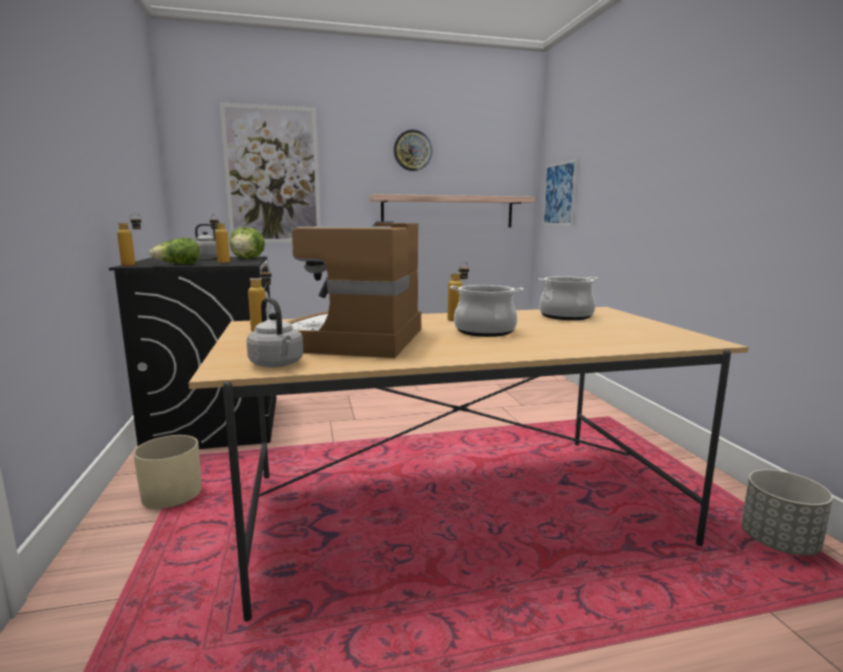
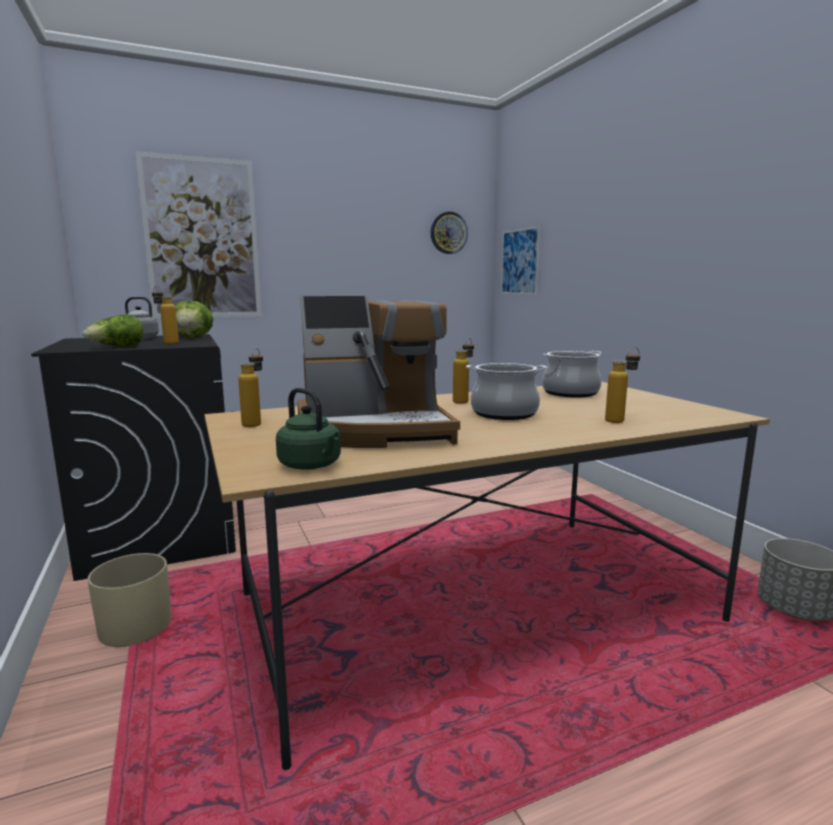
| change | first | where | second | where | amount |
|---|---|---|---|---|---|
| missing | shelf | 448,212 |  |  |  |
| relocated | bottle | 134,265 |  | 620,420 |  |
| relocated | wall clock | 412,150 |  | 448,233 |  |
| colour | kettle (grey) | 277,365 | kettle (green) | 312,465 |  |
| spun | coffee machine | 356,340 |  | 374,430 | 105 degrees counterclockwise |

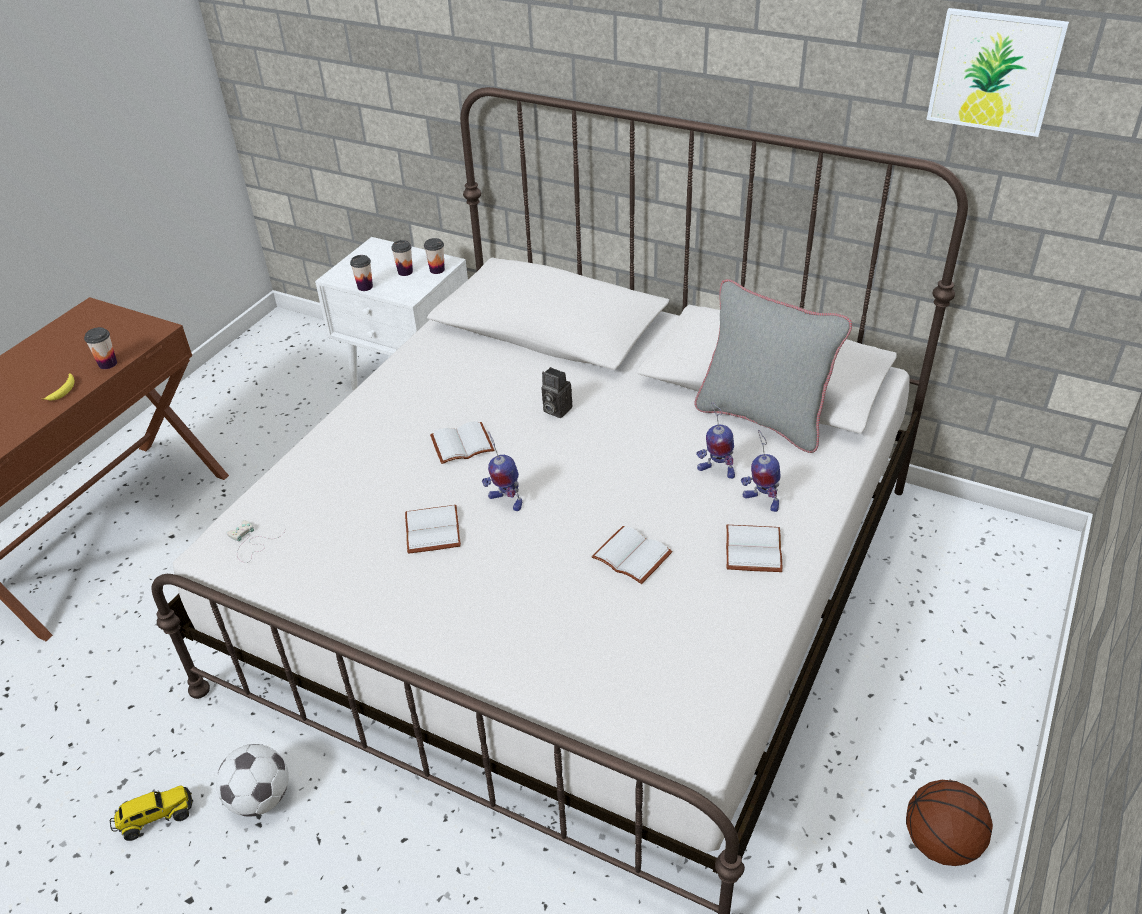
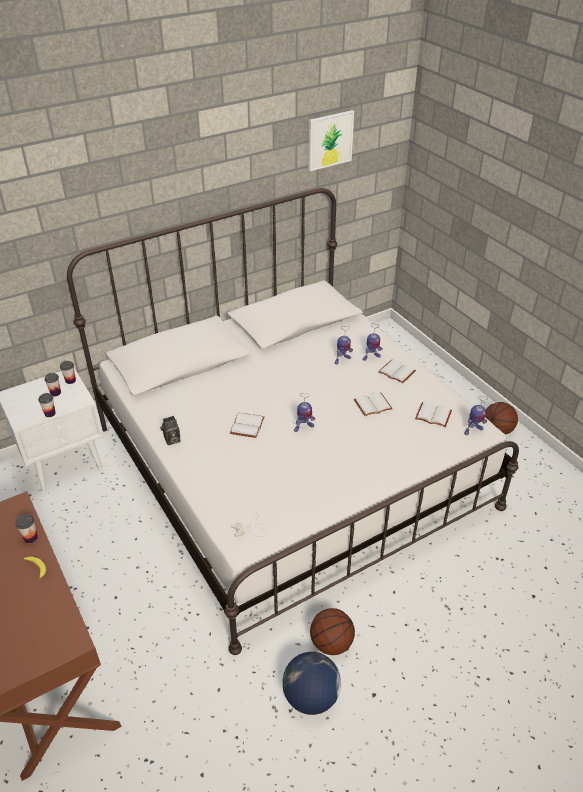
| change | first | where | second | where | amount |
|---|---|---|---|---|---|
| missing | pillow (grey) | 763,418 |  |  |  |
| appeared |  |  | toy robot | 473,430 |  |
| relocated | book (white) | 430,530 |  | 432,416 |  |
| relocated | photo camera | 555,410 |  | 171,440 |  |
| exchanged | toy truck | 156,818 | globe | 311,697 |  |
| exchanged | football | 260,798 | basketball | 331,643 |  |

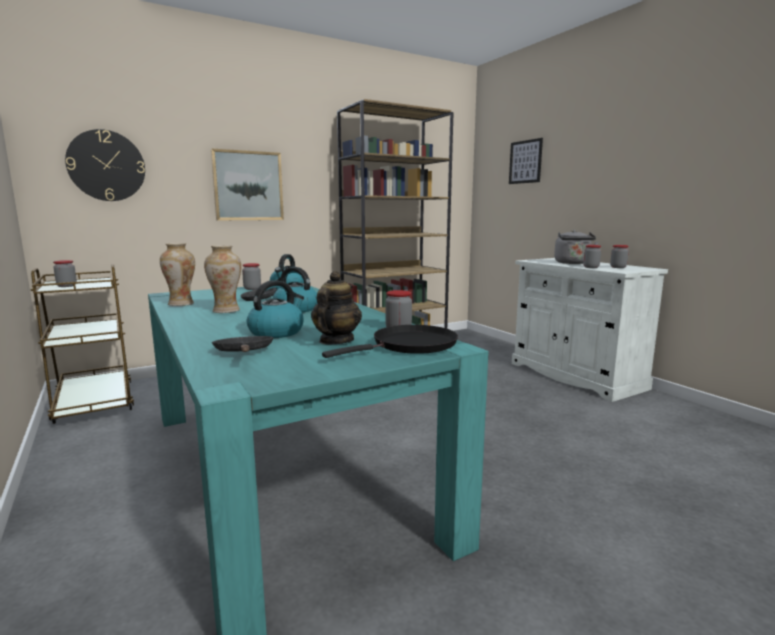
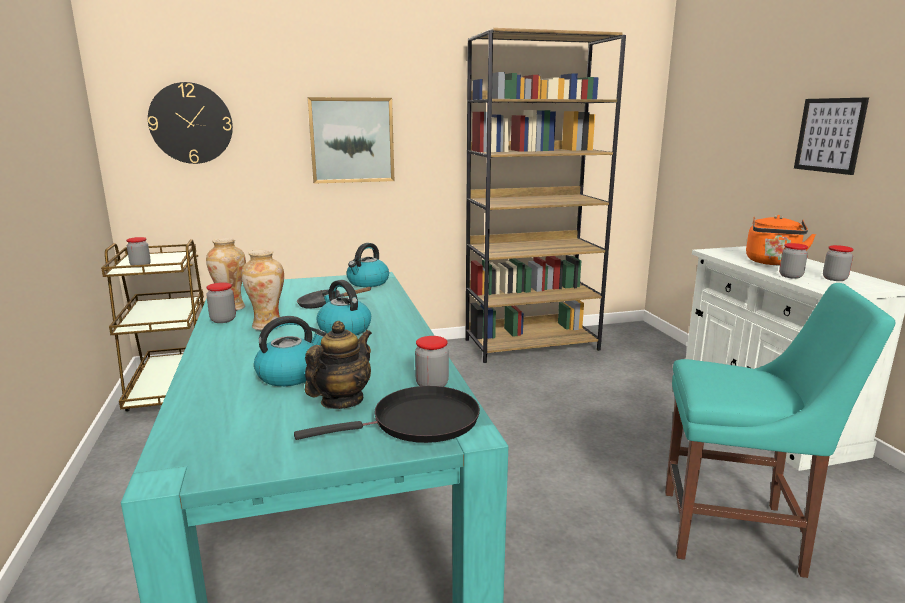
| change | first | where | second | where | amount |
|---|---|---|---|---|---|
| missing | frying pan (black) | 244,353 |  |  |  |
| appeared |  |  | chair (turquoise) | 738,532 |  |
| relocated | jar | 252,289 |  | 223,320 |  |
| relocated | picture | 525,162 |  | 829,135 |  |
| colour | kettle (grey) | 572,263 | kettle (orange) | 772,262 |  |

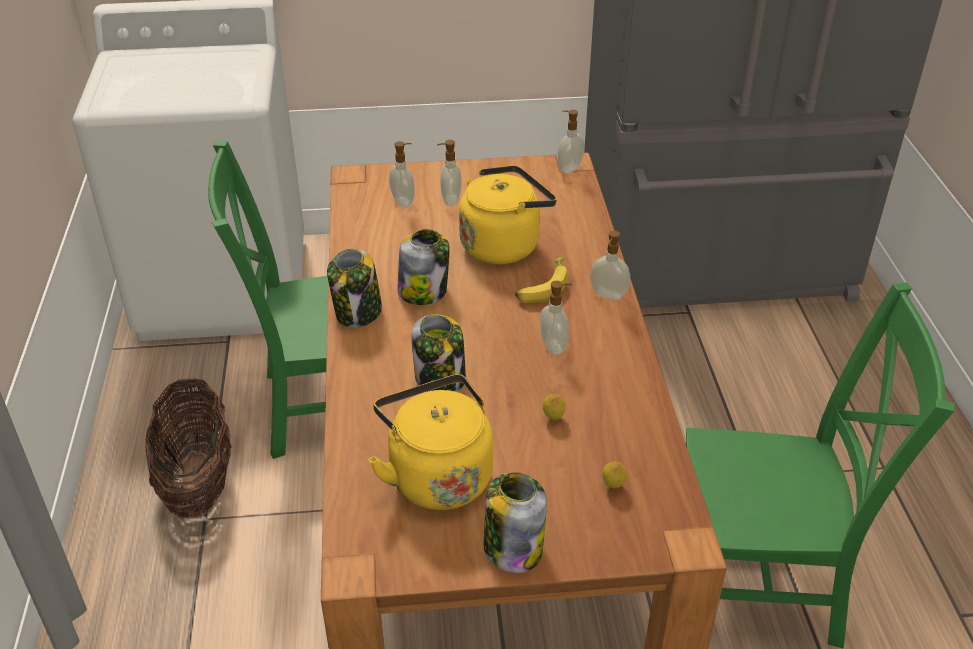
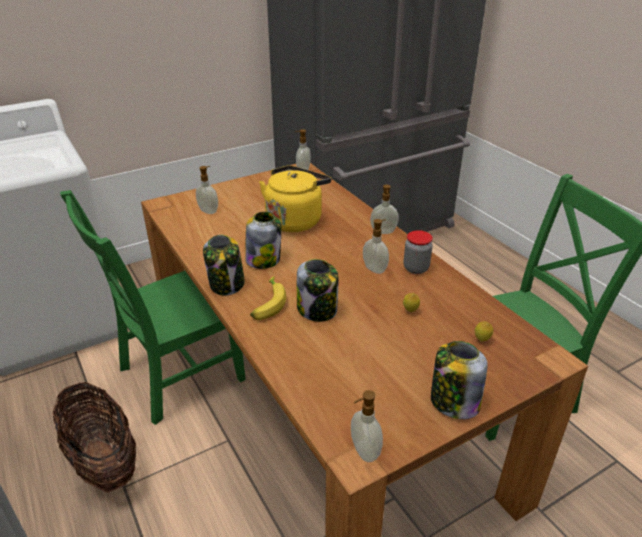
| change | first | where | second | where | amount |
|---|---|---|---|---|---|
| missing | kettle (yellow) | 437,475 |  |  |  |
| appeared |  |  | jar | 416,268 |  |
| relocated | soap dispenser | 450,200 |  | 364,451 |  |
| relocated | banana | 542,287 |  | 267,304 |  |

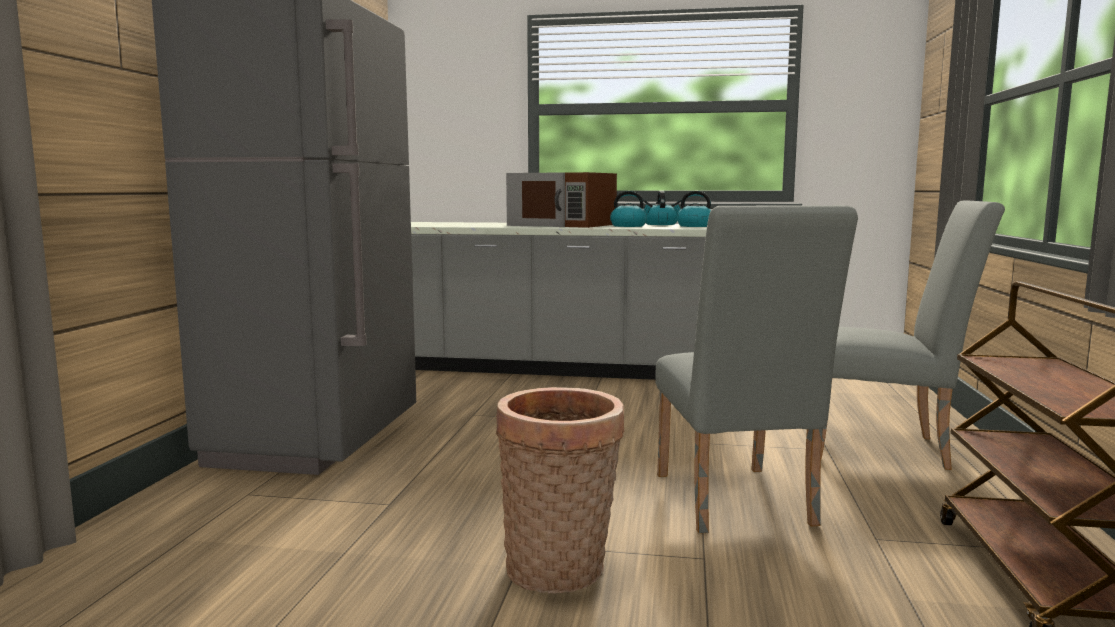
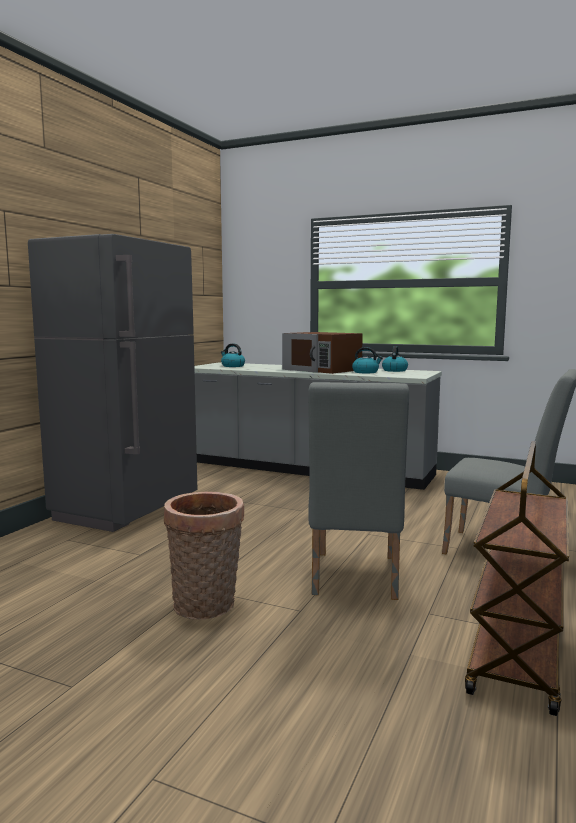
| change | first | where | second | where | amount |
|---|---|---|---|---|---|
| relocated | kettle | 694,226 |  | 232,366 |  |

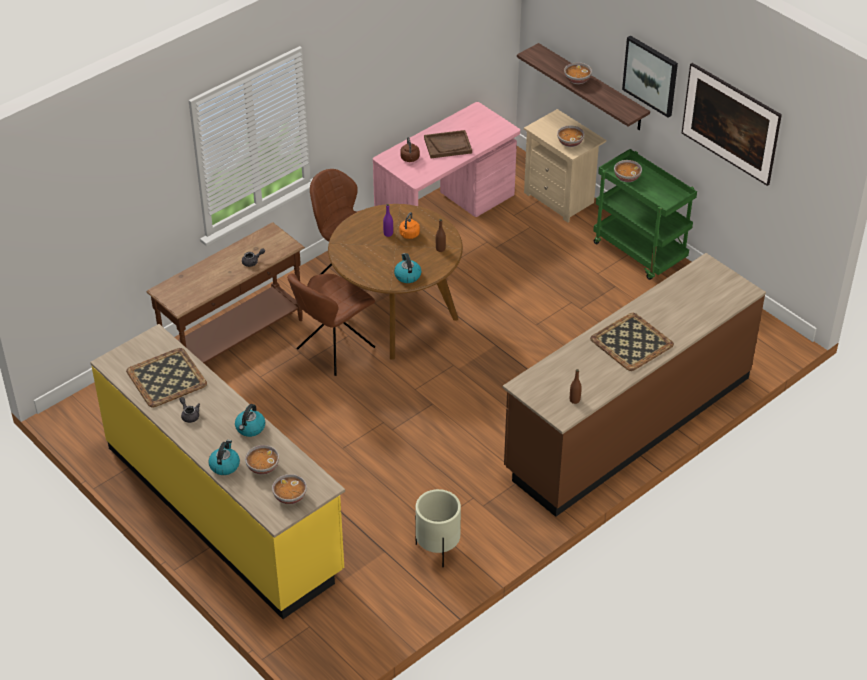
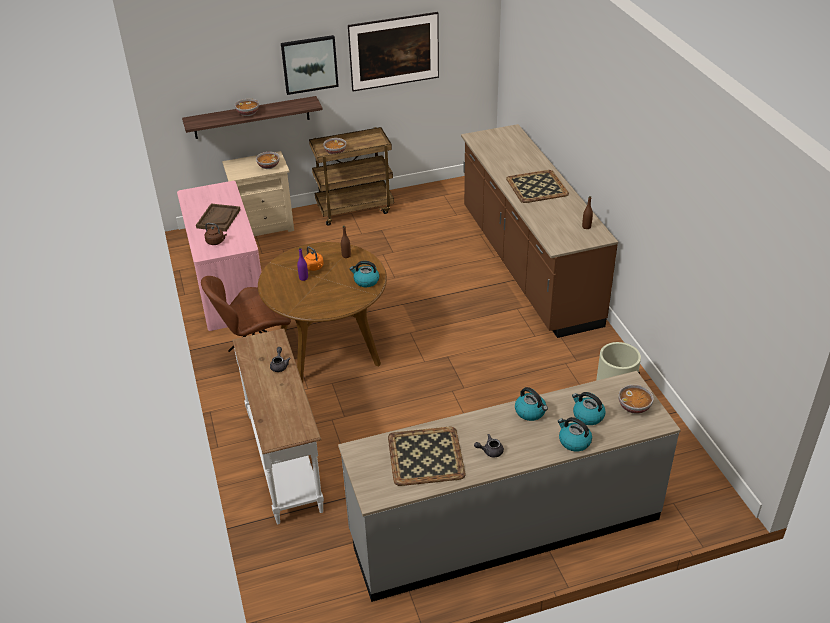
| change | first | where | second | where | amount |
|---|---|---|---|---|---|
| missing | chair (brown) | 333,350 |  |  |  |
| exchanged | bowl | 262,467 | kettle | 587,416 |  |
| colour | counter (yellow) | 224,509 | counter (grey) | 504,526 |  |
| colour | console table (brown) | 235,342 | console table (white) | 285,461 |  |
| colour | cart (green) | 640,252 | cart (brown) | 355,209 |  |

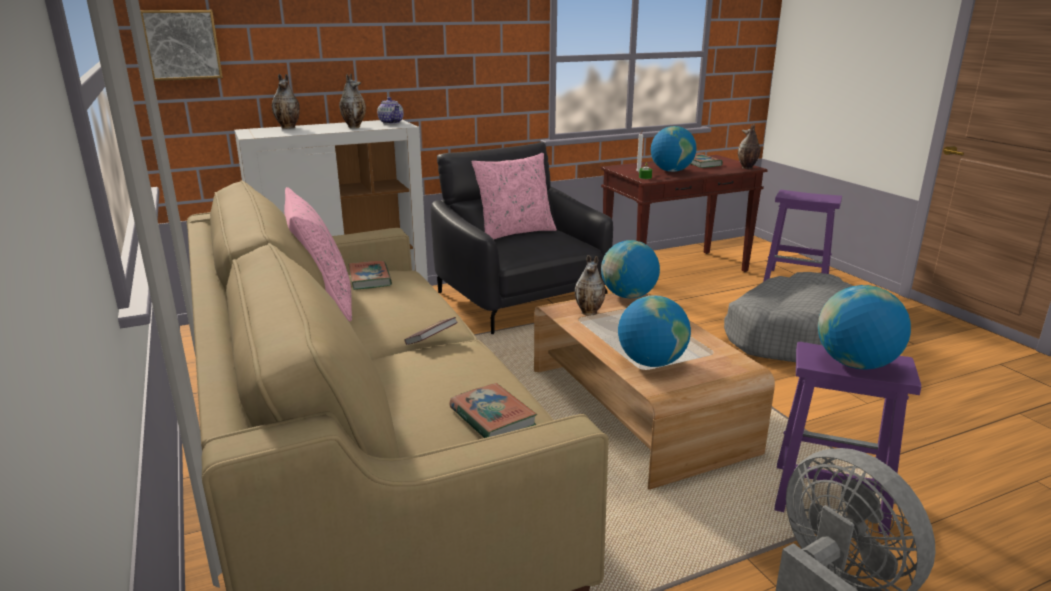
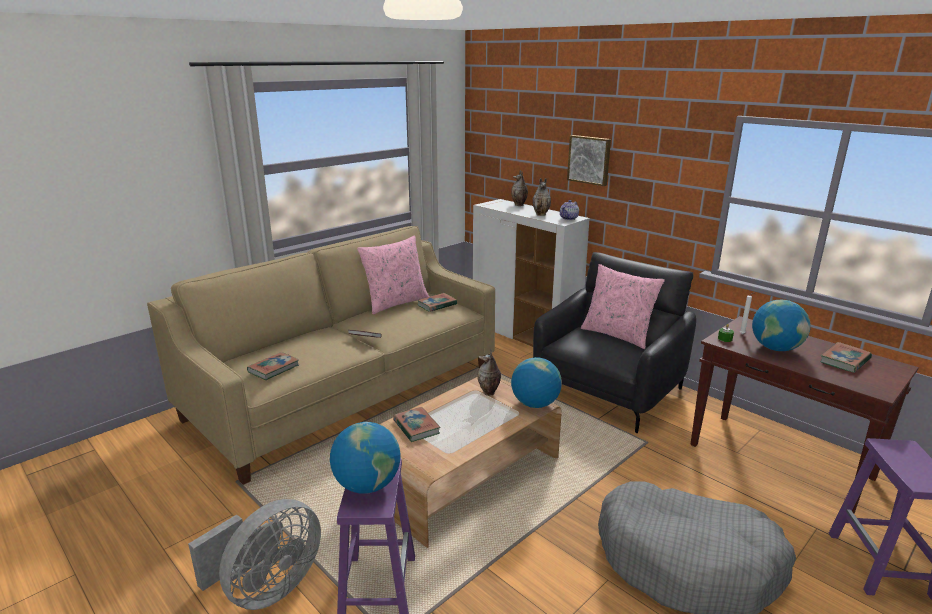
| change | first | where | second | where | amount |
|---|---|---|---|---|---|
| missing | vase | 747,168 |  |  |  |
| relocated | picture | 182,45 |  | 589,160 |  |
| exchanged | globe | 651,362 | book | 416,427 |  |

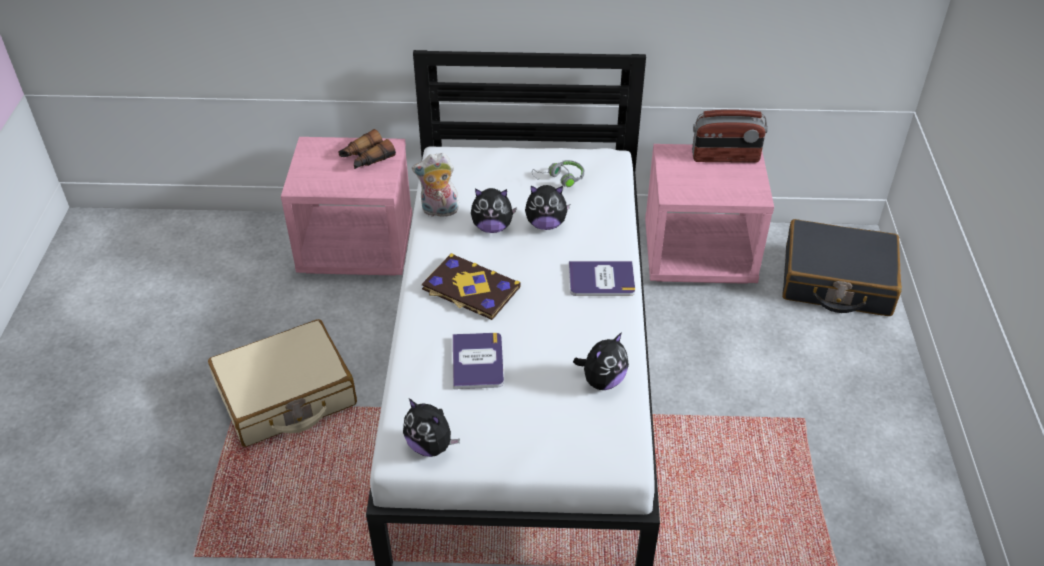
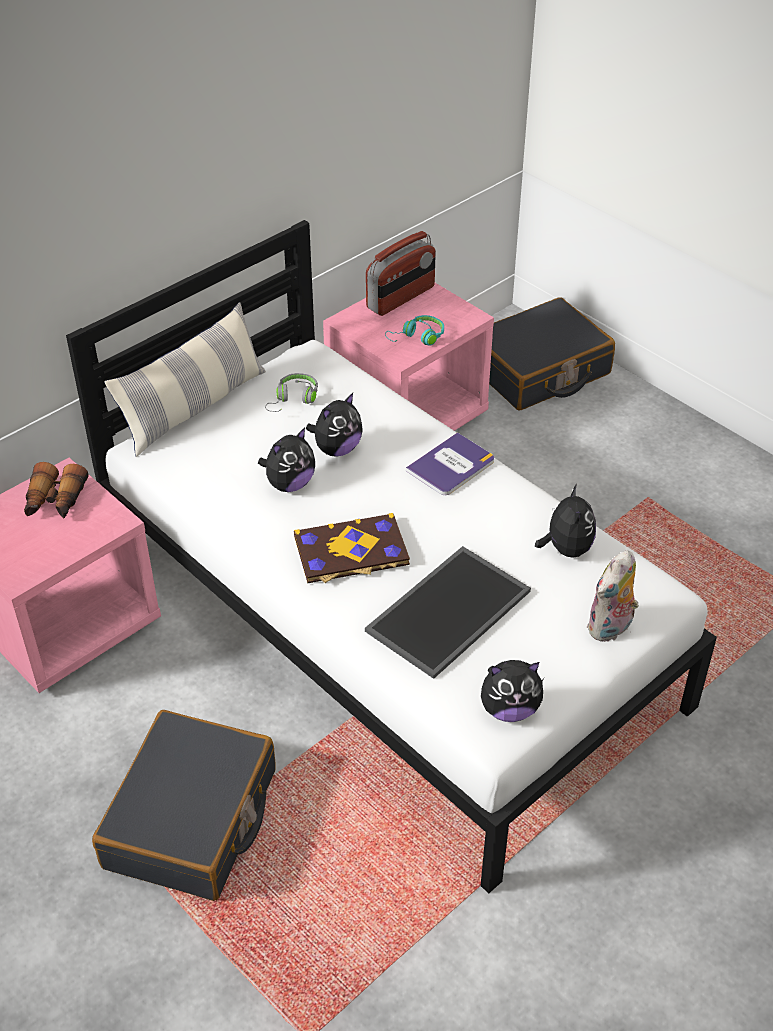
| change | first | where | second | where | amount |
|---|---|---|---|---|---|
| appeared |  |  | pillow | 194,408 |  |
| appeared |  |  | headphones (turquoise) | 418,337 |  |
| relocated | plush toy | 439,211 |  | 611,629 |  |
| exchanged | book | 477,361 | tray | 447,609 |  |
| colour | suitcase (beige) | 286,396 | suitcase (black) | 192,819 |  |

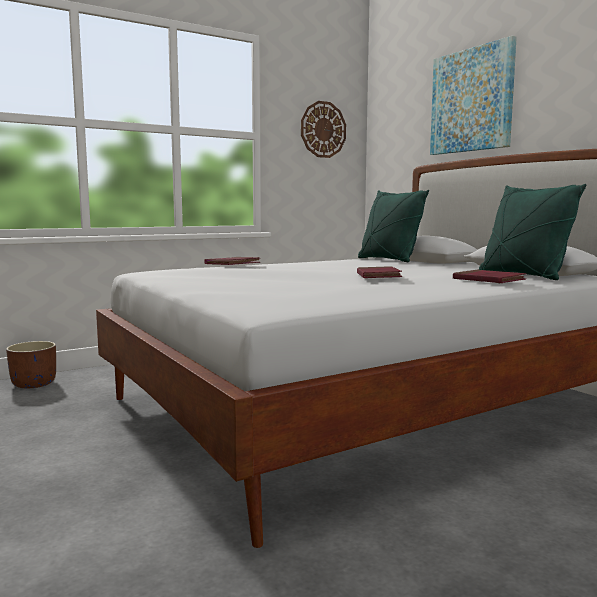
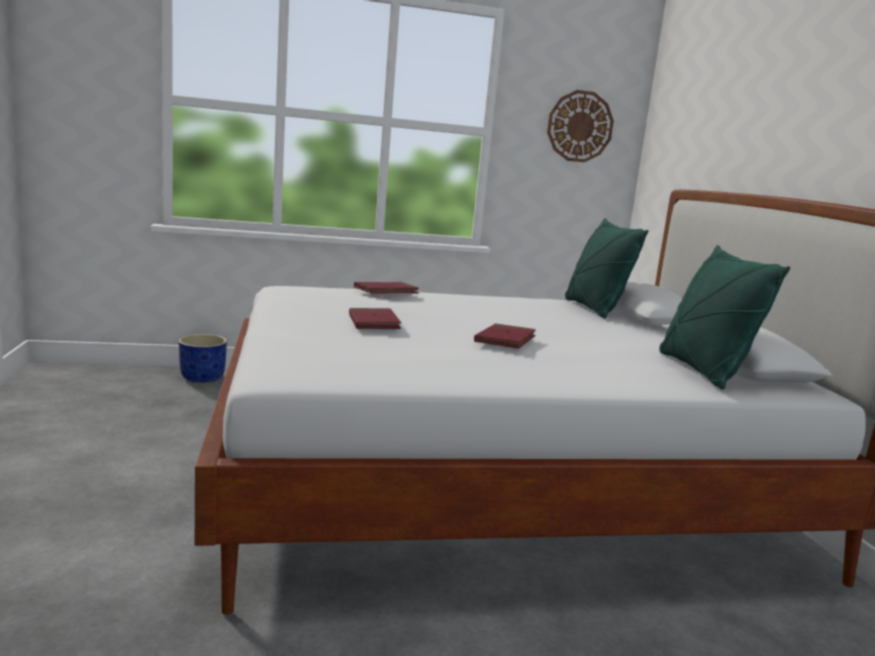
| change | first | where | second | where | amount |
|---|---|---|---|---|---|
| missing | picture | 471,100 |  |  |  |
| relocated | book (red) | 488,280 |  | 373,323 |  |
| colour | planter (brown) | 33,384 | planter (blue) | 202,378 |  |

